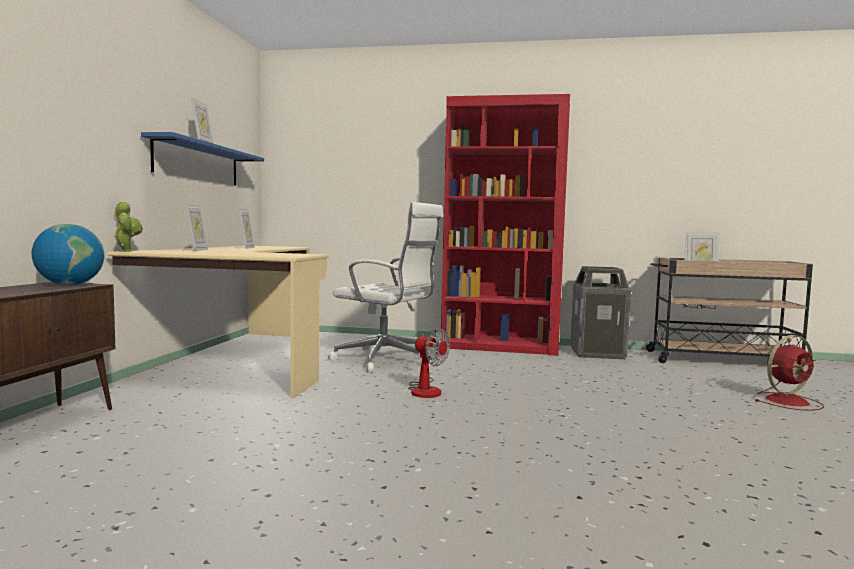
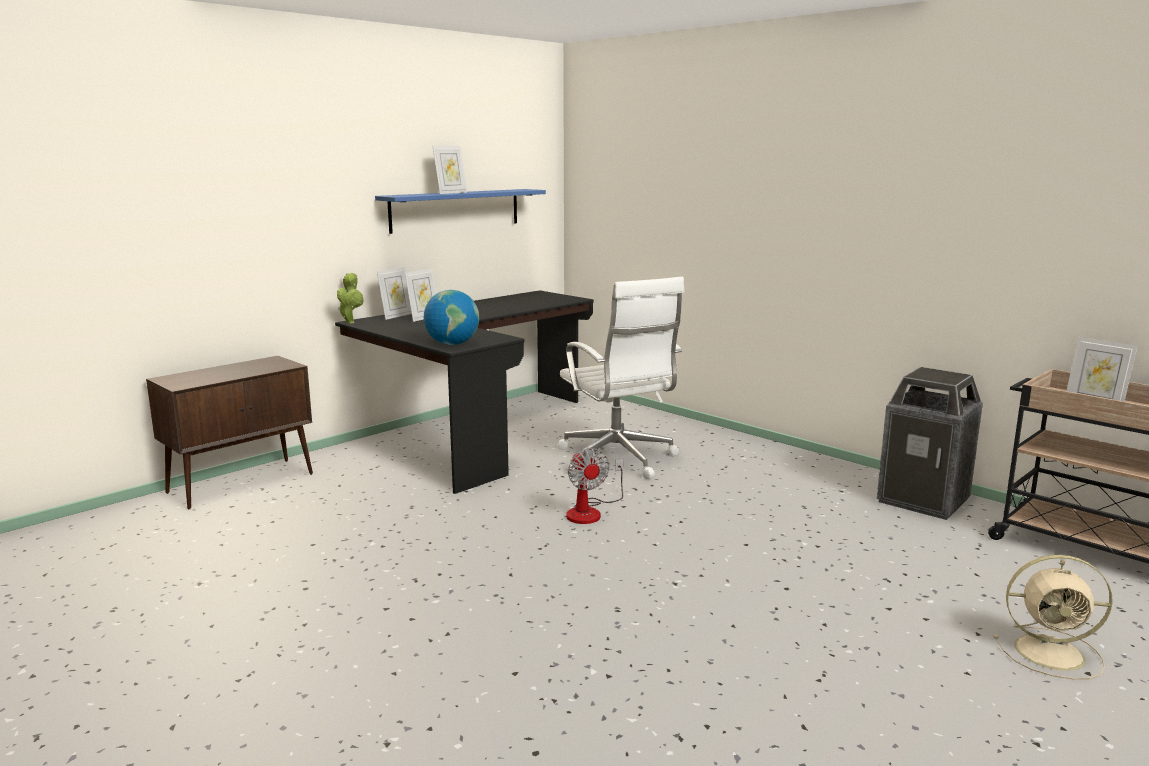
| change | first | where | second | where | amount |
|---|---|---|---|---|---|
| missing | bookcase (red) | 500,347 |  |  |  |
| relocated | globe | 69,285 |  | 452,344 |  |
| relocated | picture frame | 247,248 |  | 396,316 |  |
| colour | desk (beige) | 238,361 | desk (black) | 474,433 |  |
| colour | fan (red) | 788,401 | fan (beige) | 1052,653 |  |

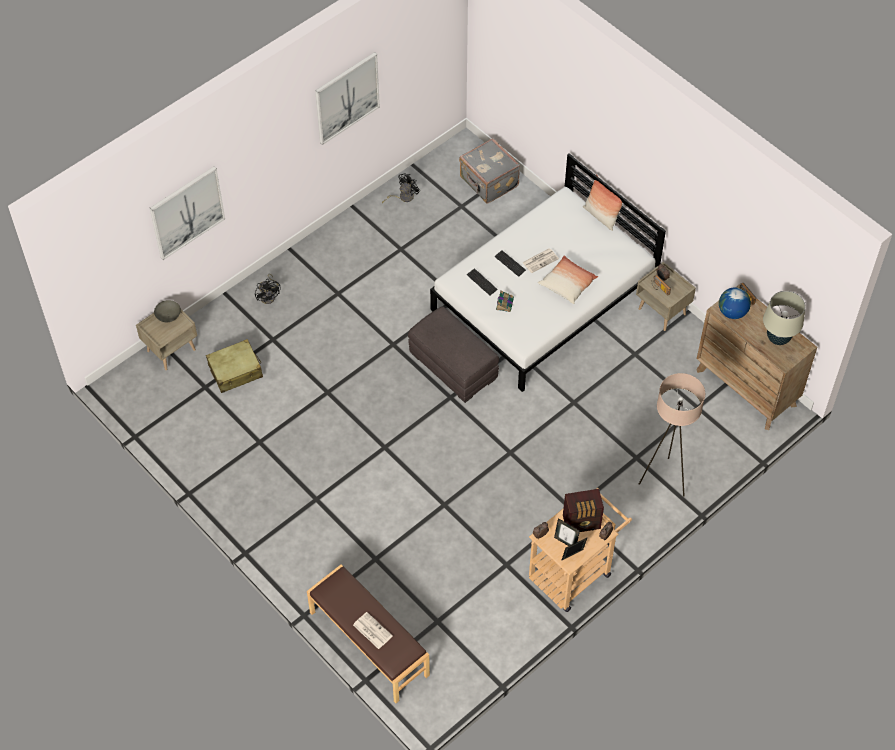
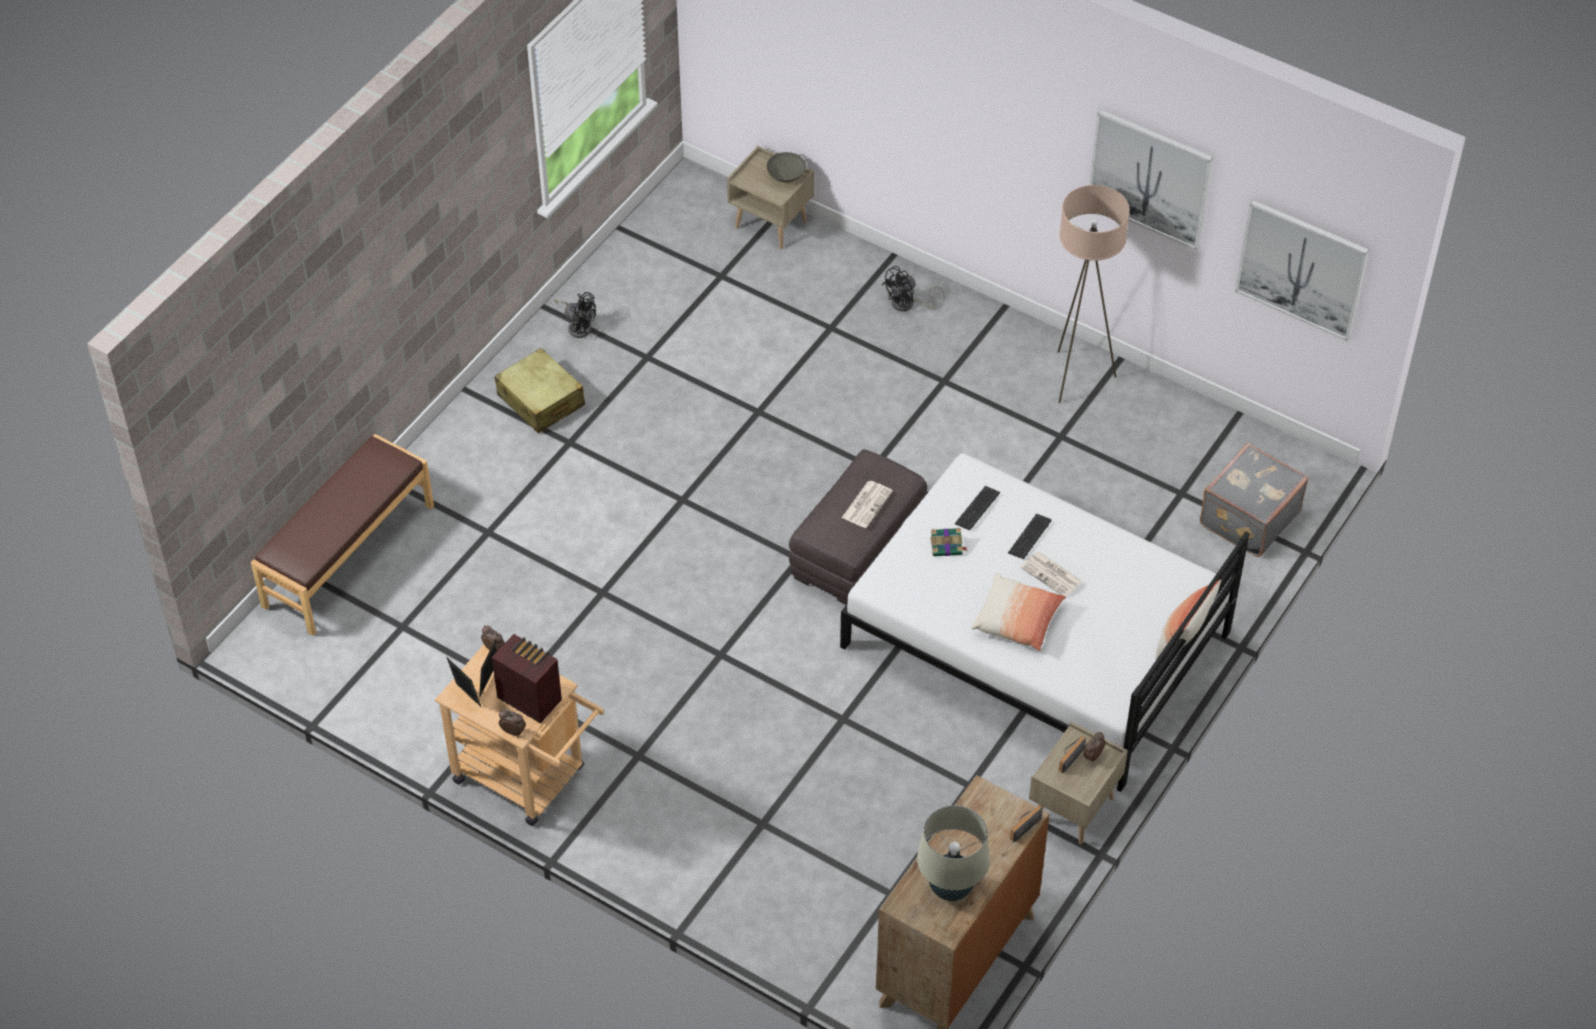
| change | first | where | second | where | amount |
|---|---|---|---|---|---|
| missing | globe | 732,312 |  |  |  |
| relocated | picture | 187,212 |  | 1301,269 |  |
| relocated | suitcase (beige) | 235,371 |  | 541,400 |  |
| relocated | newspaper | 372,630 |  | 867,504 |  |
| relocated | fan (black) | 403,197 |  | 578,326 |  |
| relocated | floor lamp (beige) | 663,479 |  | 1077,377 |  |
| spun | radio | 582,523 |  | 529,697 | 150 degrees clockwise |

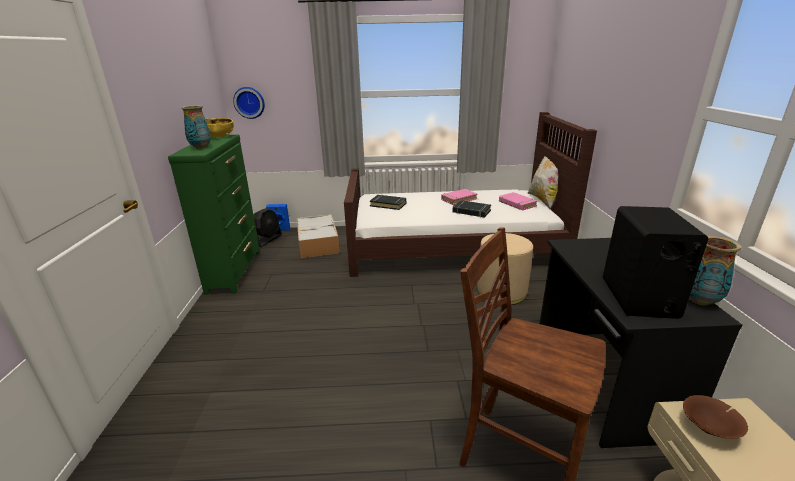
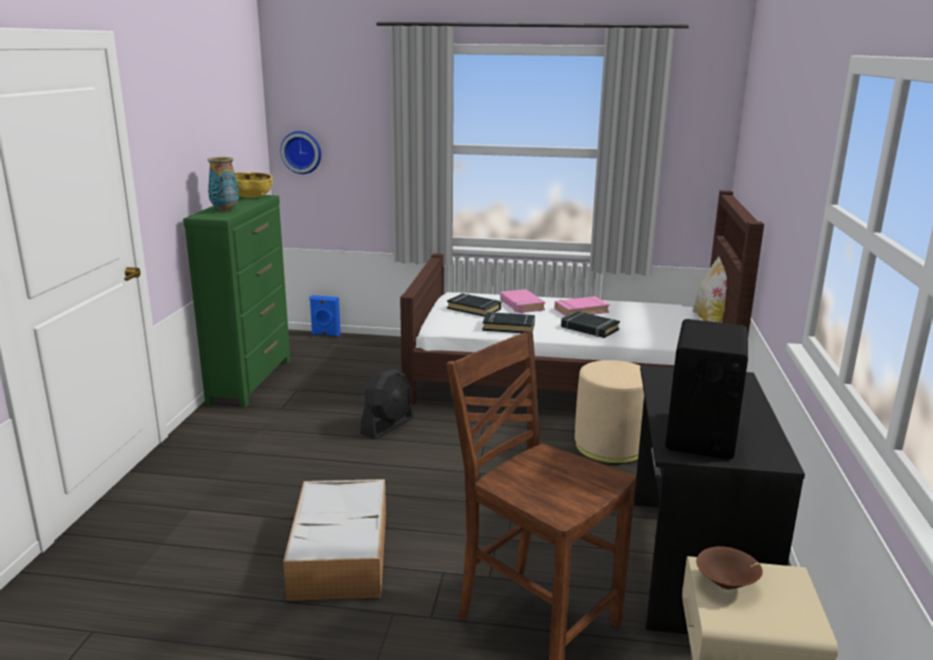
| change | first | where | second | where | amount |
|---|---|---|---|---|---|
| missing | vase | 700,301 |  |  |  |
| appeared |  |  | book (black) | 509,327 |  |
| relocated | fan (black) | 267,240 |  | 387,426 |  |
| relocated | storage box | 318,243 |  | 340,554 |  |
| relocated | book (pink) | 517,204 |  | 521,305 |  |

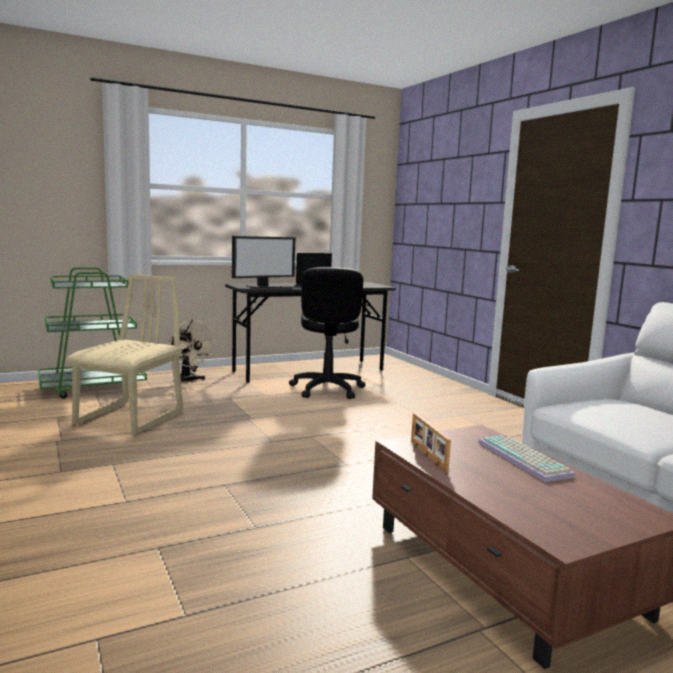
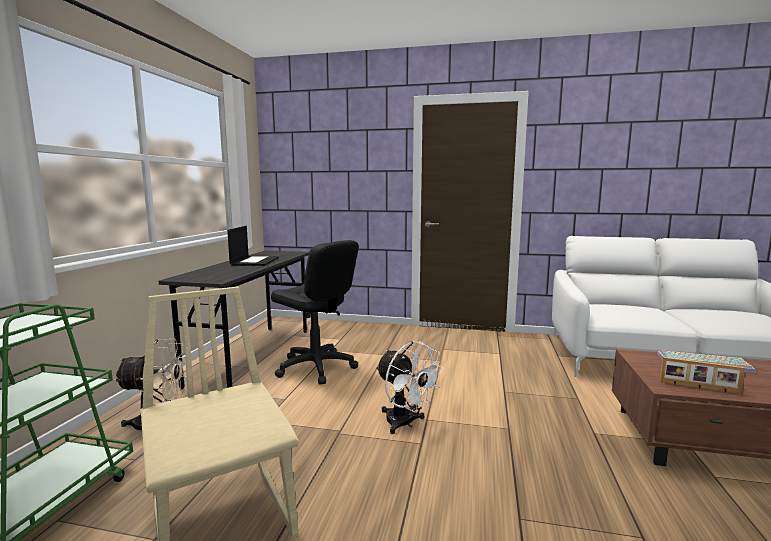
| change | first | where | second | where | amount |
|---|---|---|---|---|---|
| missing | monitor | 264,286 |  |  |  |
| appeared |  |  | fan (white) | 405,423 |  |

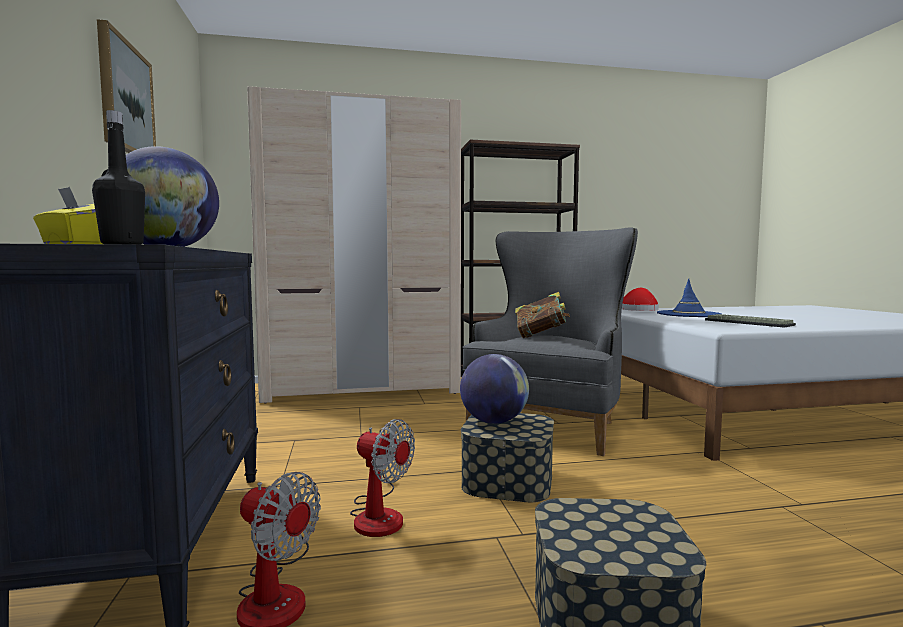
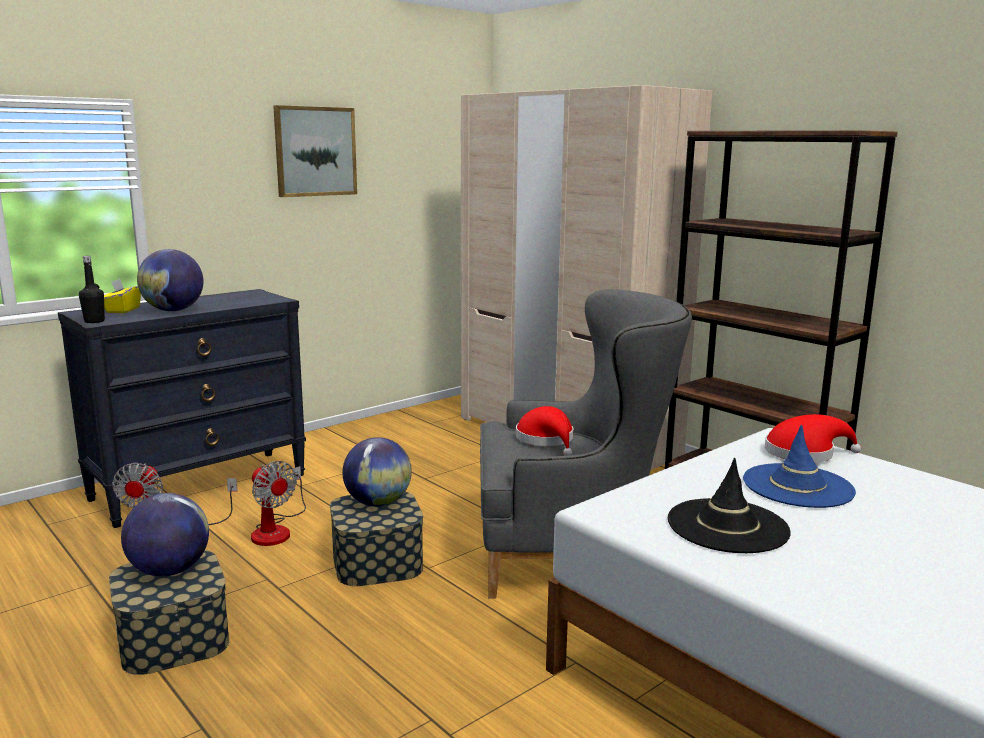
| change | first | where | second | where | amount |
|---|---|---|---|---|---|
| appeared |  |  | globe | 169,570 |  |
| exchanged | book | 541,336 | hat (red) | 547,440 |  |
| exchanged | keyboard | 746,322 | hat (black) | 727,526 |  |
| spun | fan | 378,514 |  | 276,530 | 45 degrees counterclockwise |

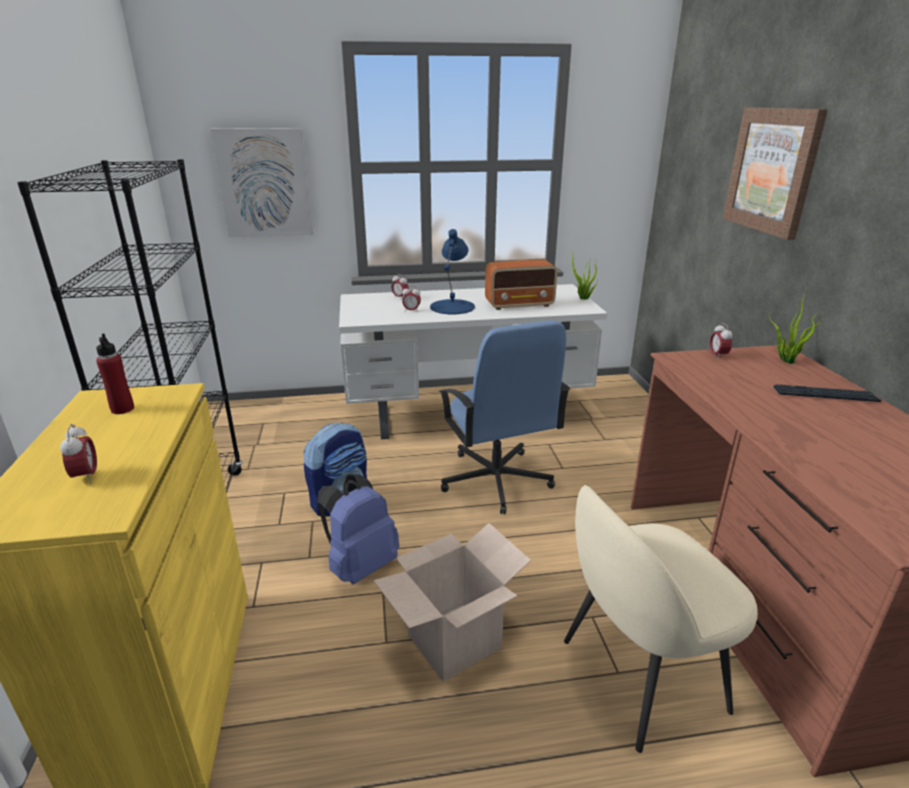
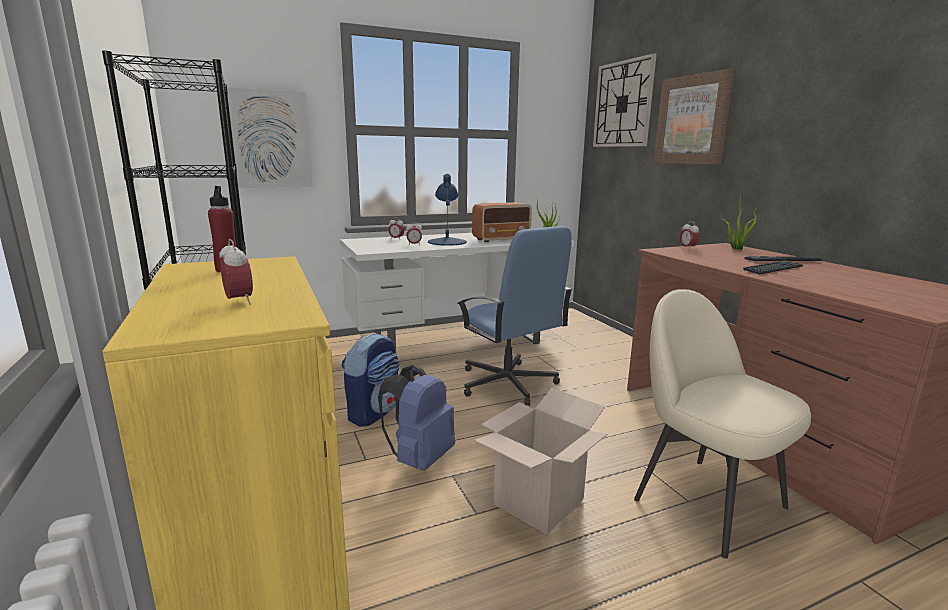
| change | first | where | second | where | amount |
|---|---|---|---|---|---|
| appeared |  |  | wall clock | 623,104 |  |
| appeared |  |  | keyboard | 773,268 |  |
| spun | chair (beige) | 638,676 |  | 705,500 | 90 degrees clockwise |

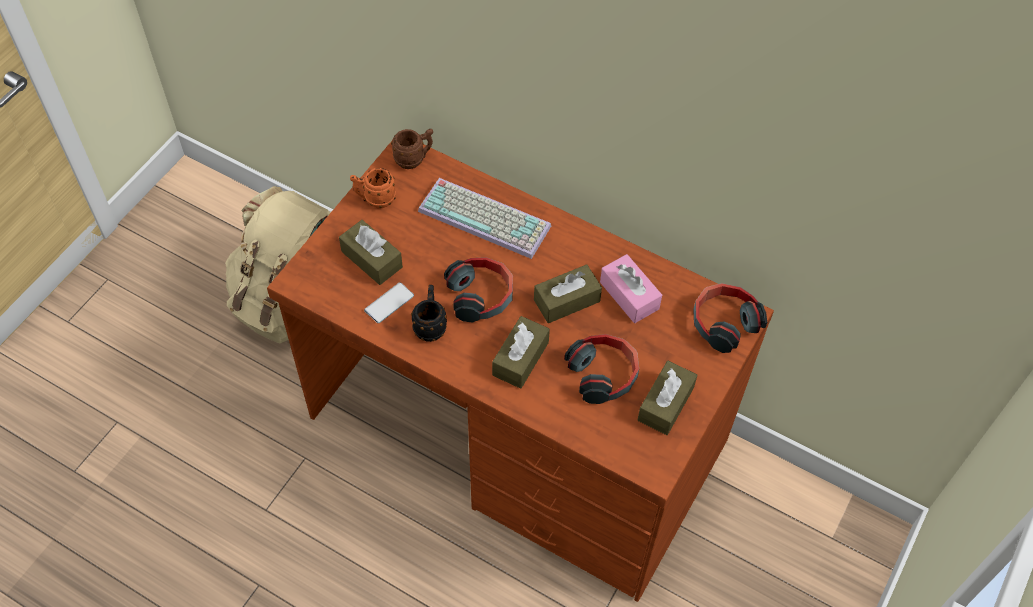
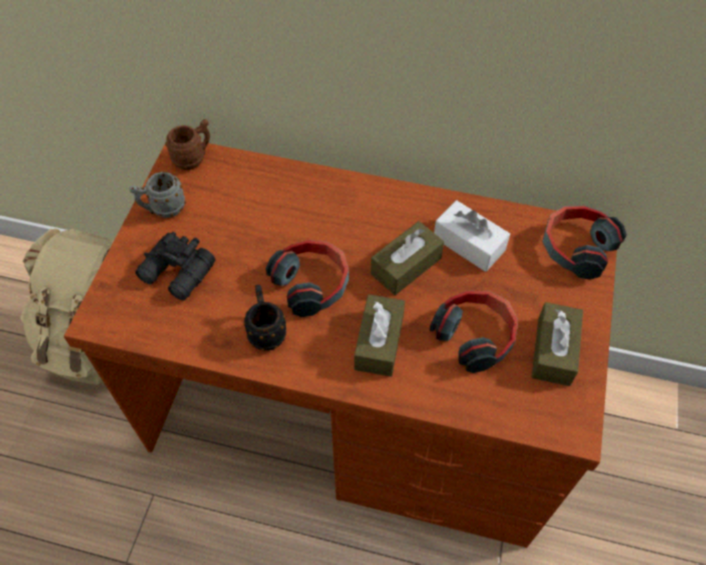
| change | first | where | second | where | amount |
|---|---|---|---|---|---|
| missing | phone | 389,303 |  |  |  |
| missing | keyboard | 487,217 |  |  |  |
| exchanged | tissue box (brown) | 372,259 | binoculars (black) | 178,274 |  |
| colour | mug (orange) | 375,199 | mug (grey) | 163,209 |  |
| colour | tissue box (pink) | 629,295 | tissue box (white) | 469,244 |  |

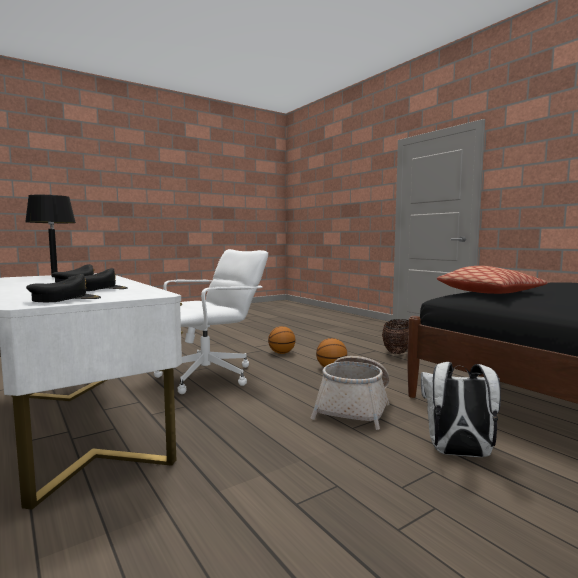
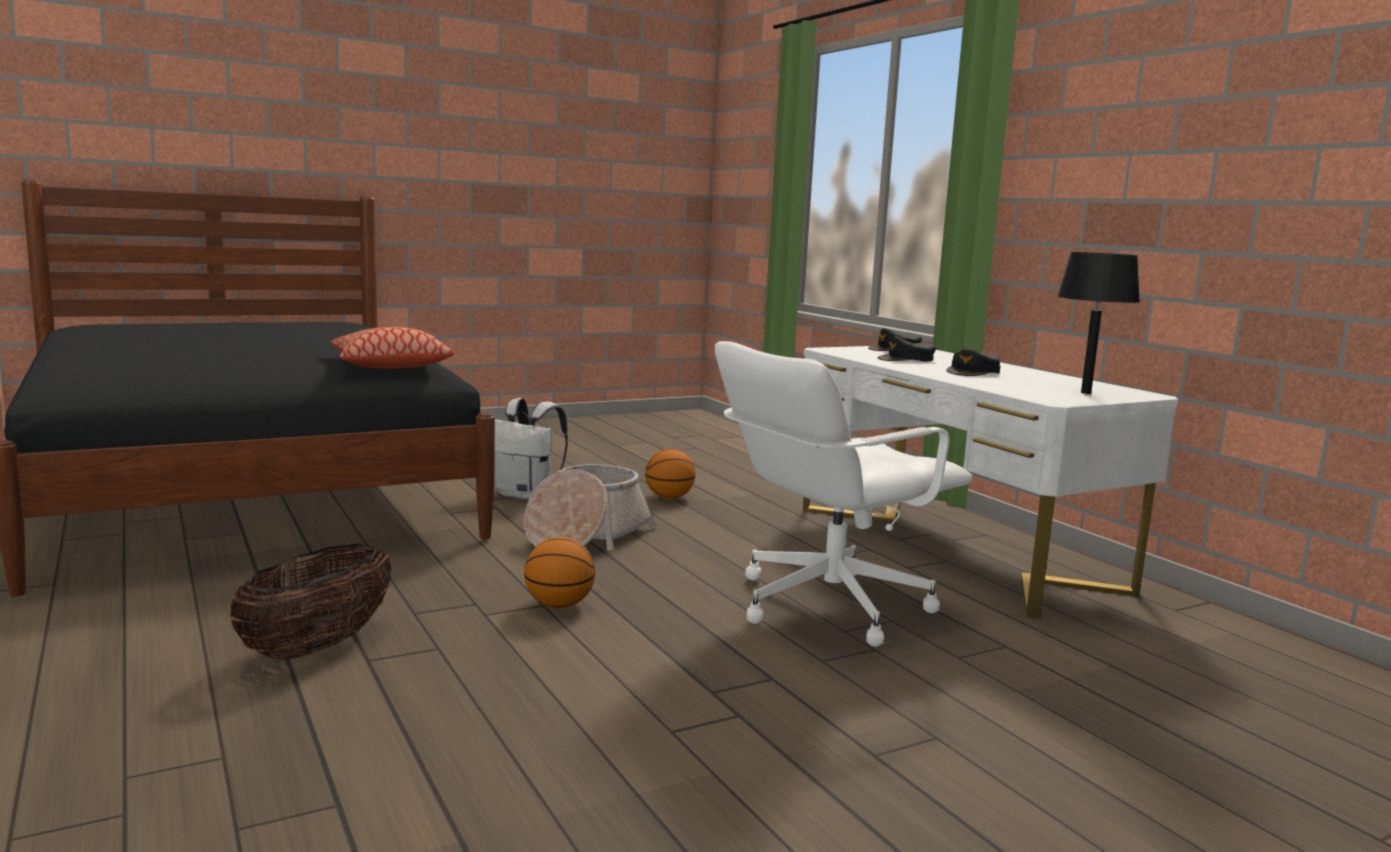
| change | first | where | second | where | amount |
|---|---|---|---|---|---|
| relocated | basketball | 282,353 |  | 669,498 |  |

